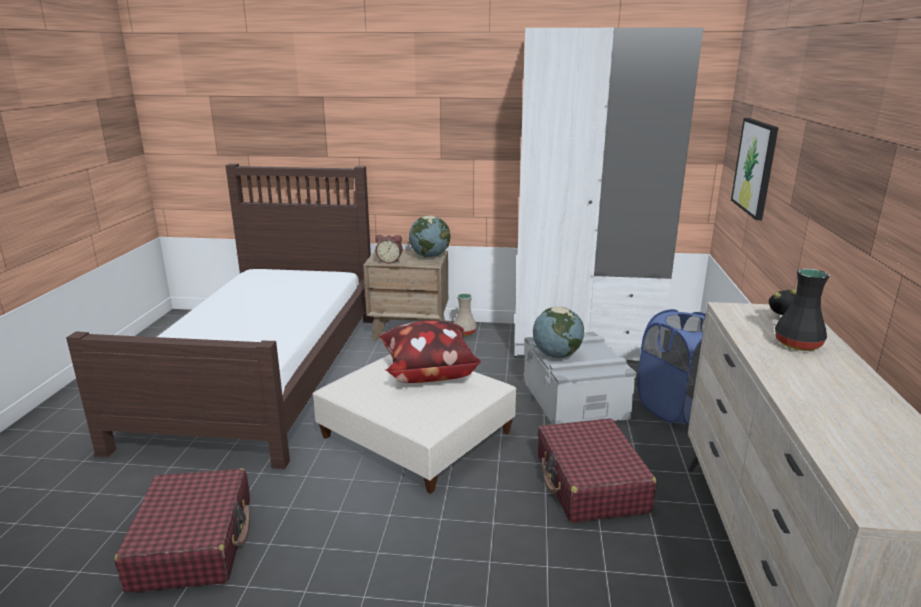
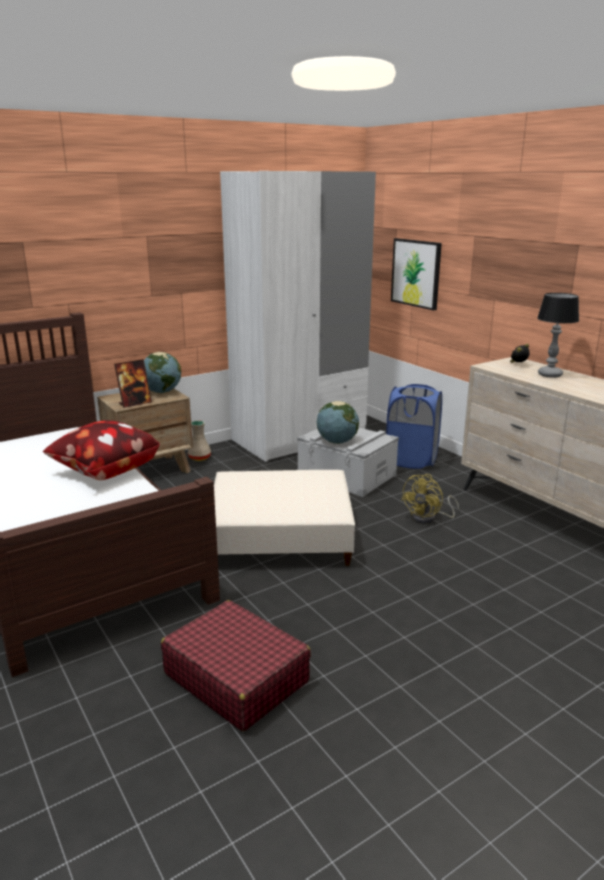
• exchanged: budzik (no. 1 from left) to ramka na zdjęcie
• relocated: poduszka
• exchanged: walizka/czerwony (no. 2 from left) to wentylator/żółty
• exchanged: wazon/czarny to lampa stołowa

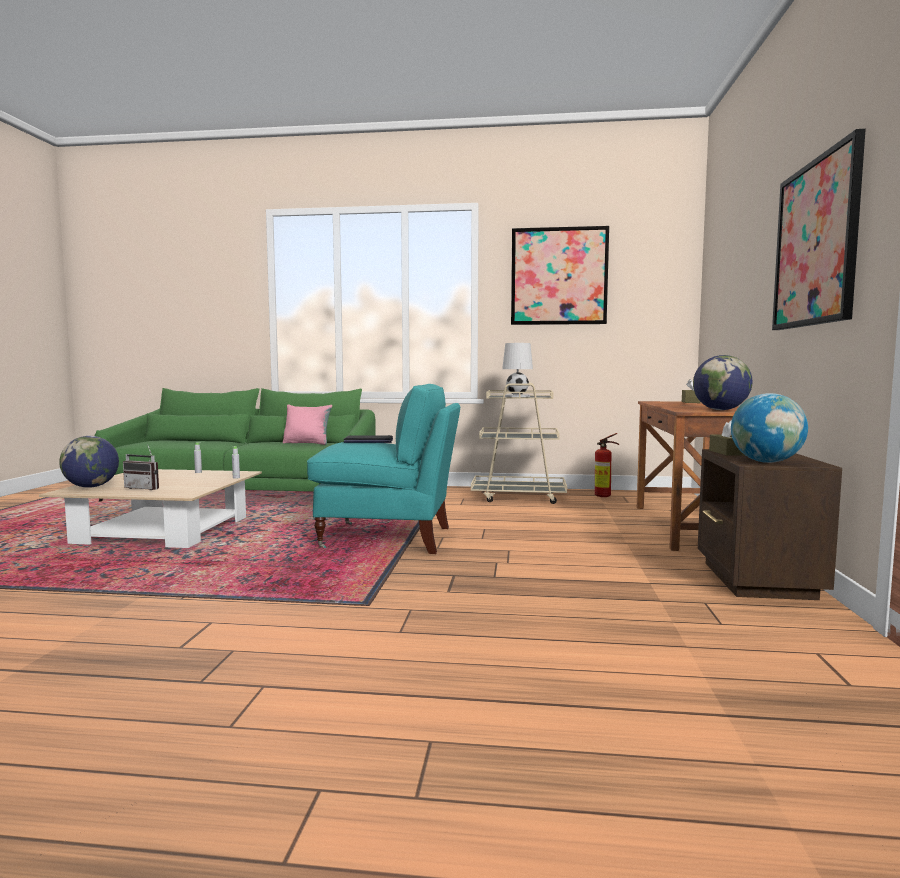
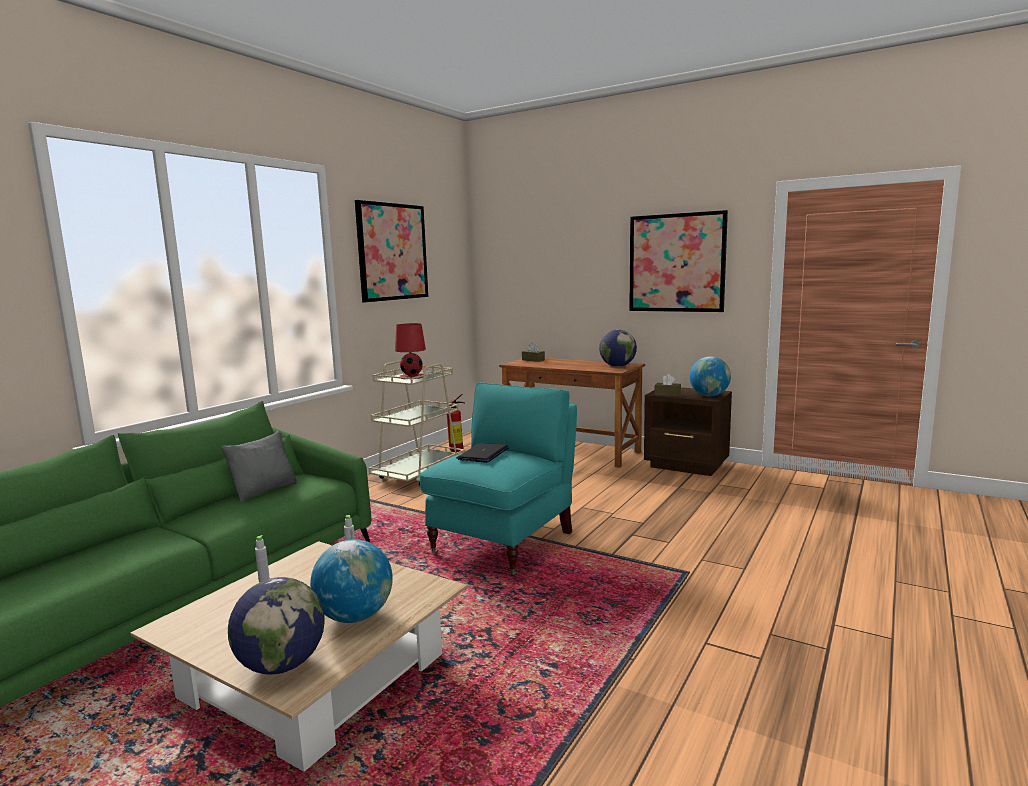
• exchanged: radio to globus (no. 2 from left)
• colour: poduszka/różowy to poduszka/szary
• colour: lampa stołowa/biały to lampa stołowa/czerwony

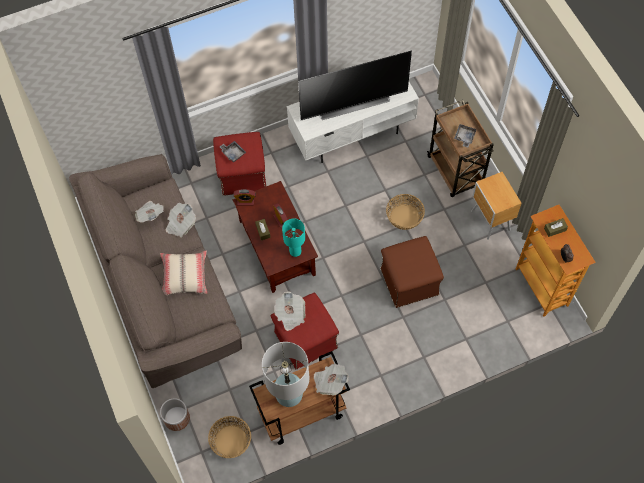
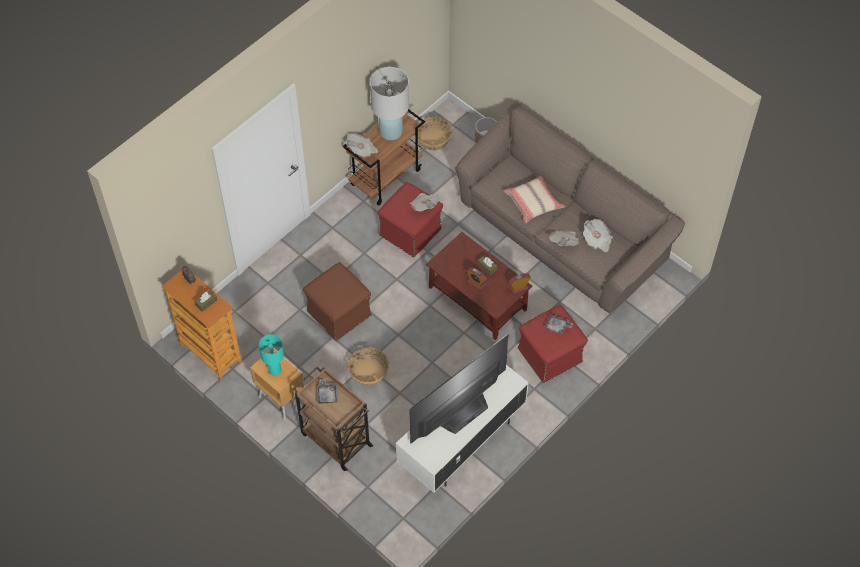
• relocated: lampa stołowa/turkusowy

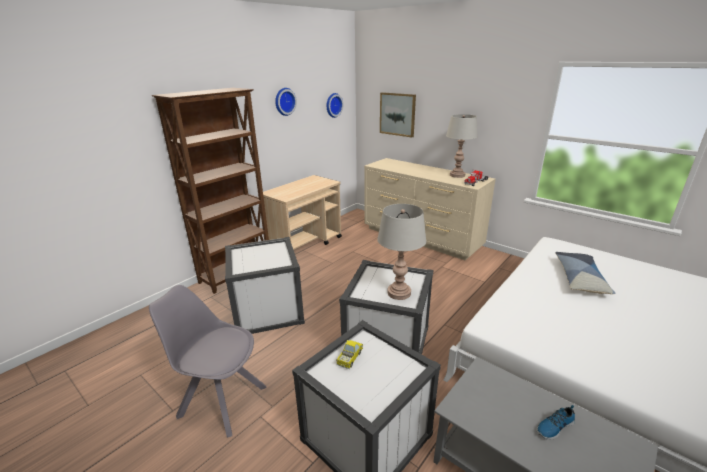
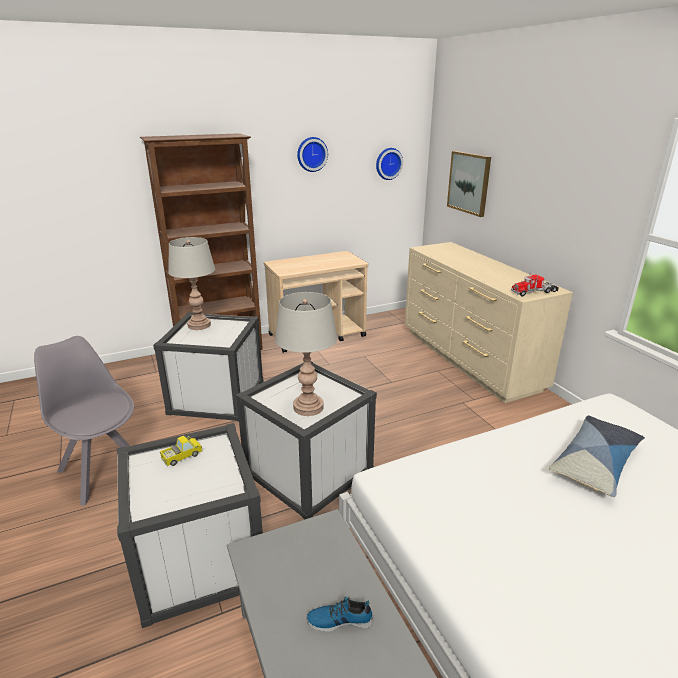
• relocated: lampa stołowa/szary (no. 2 from left in the first image) to lampa stołowa/szary (no. 1 from left)

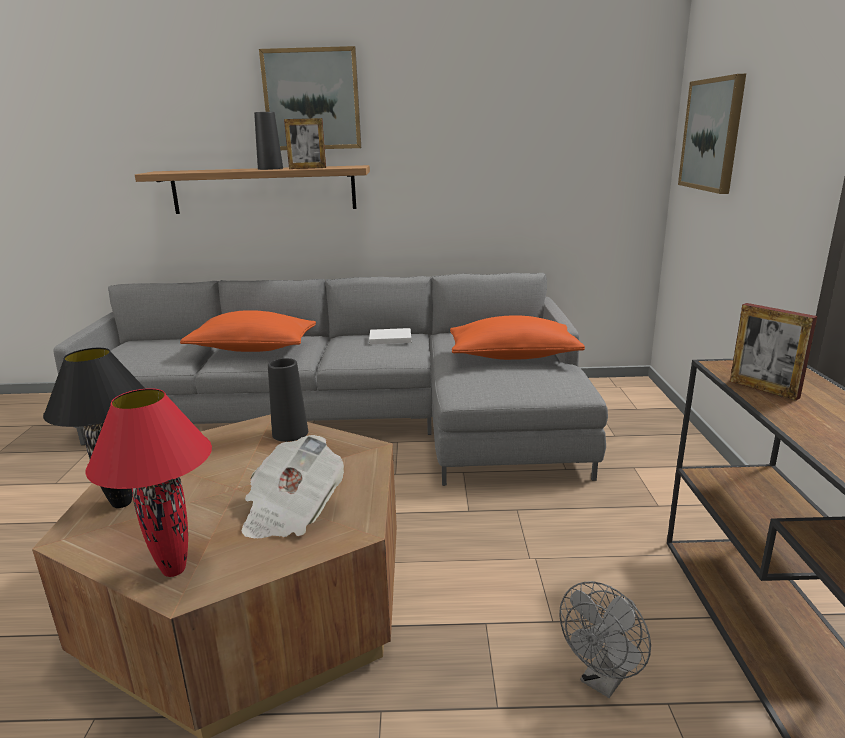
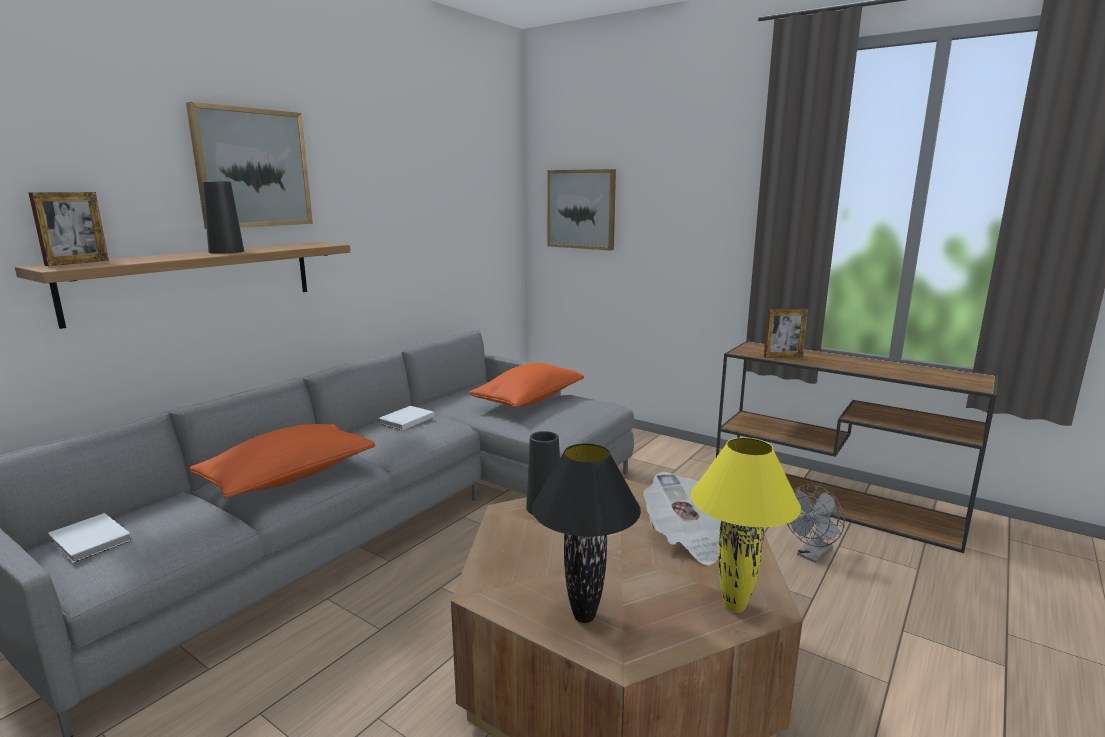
• colour: lampa stołowa/czerwony to lampa stołowa/żółty
• relocated: ramka na zdjęcie (no. 1 from left)
• spun: wentylator/szary 60 degrees clockwise
• appeared: książka/biały (no. 1 from left)

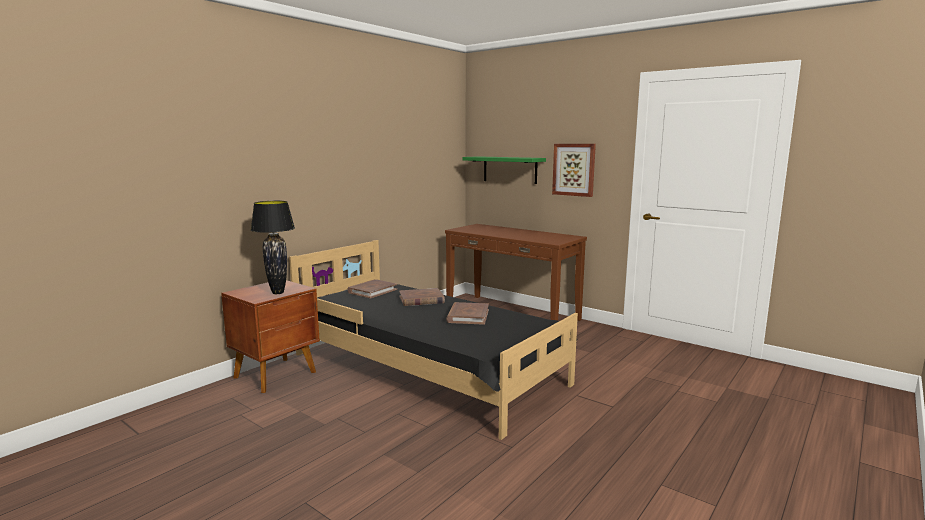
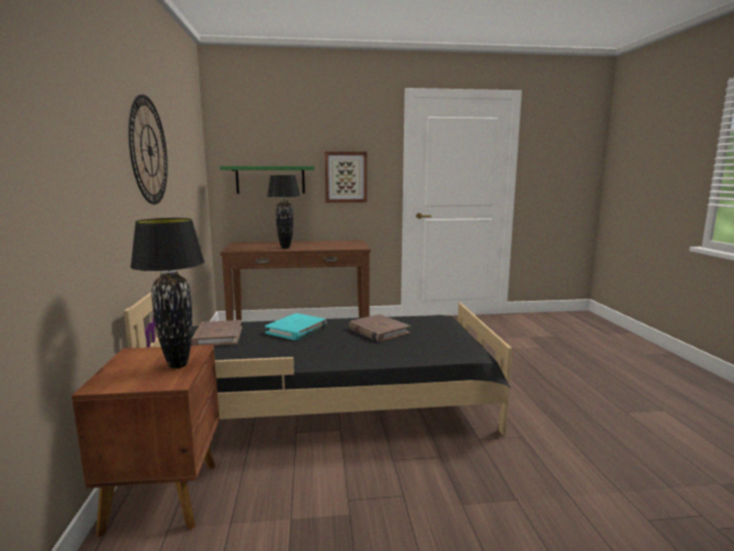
• colour: książka/brązowy (no. 2 from left) to książka/turkusowy
• appeared: zegar ścienny
• appeared: lampa stołowa/czarny (no. 2 from left)

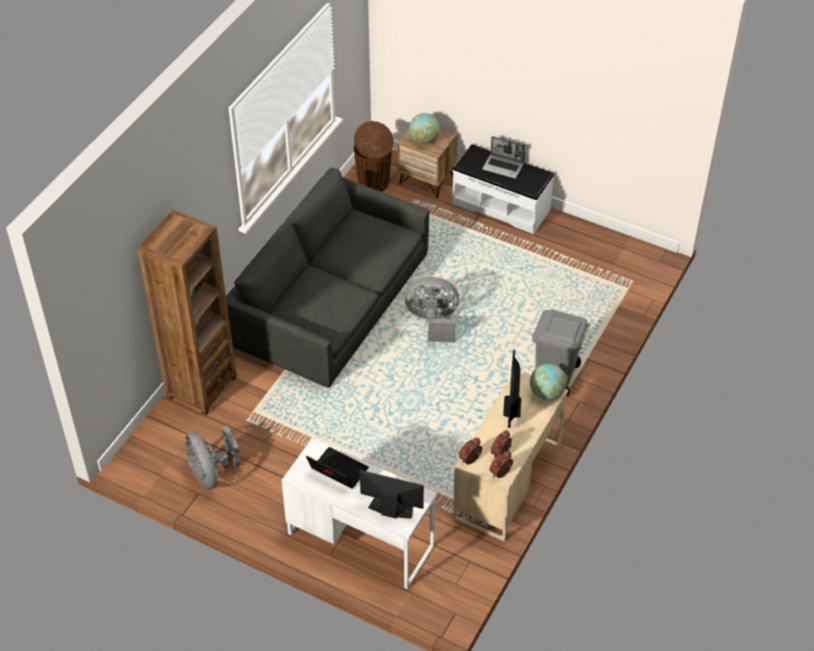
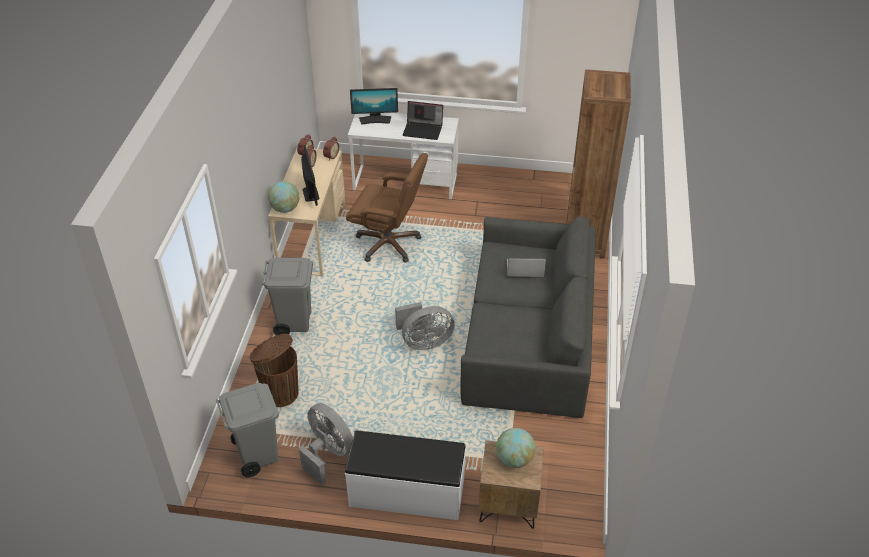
• relocated: wentylator/szary (no. 1 from left)
• relocated: kosz na śmieci/brązowy
• relocated: laptop (no. 2 from left)
• appeared: kosz na śmieci/szary (no. 1 from left)
• appeared: krzesło biurowe/brązowy

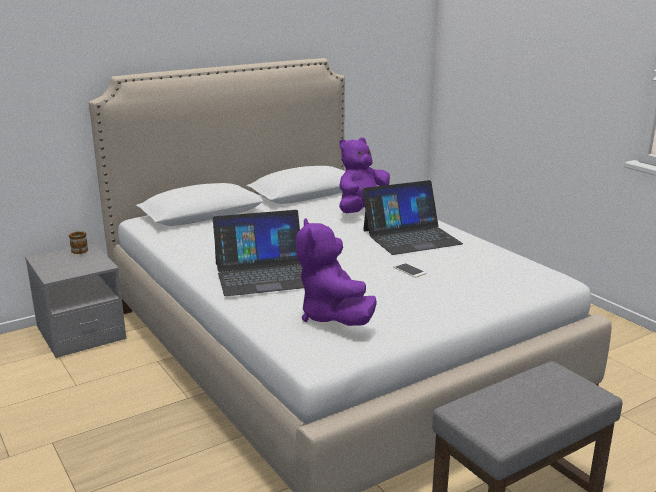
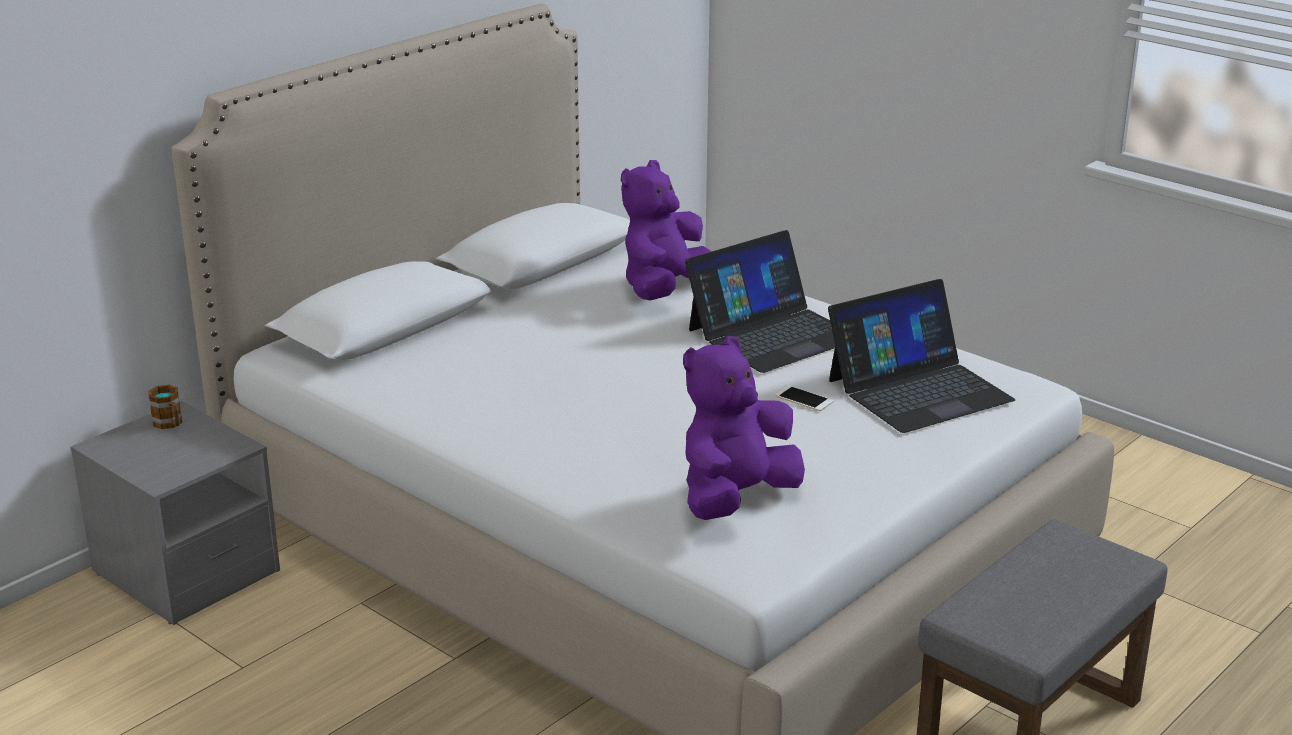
• relocated: laptop (no. 1 from left in the first image) to laptop (no. 2 from left)
• spun: pluszak/fioletowy (no. 1 from left in the first image) 75 degrees clockwise

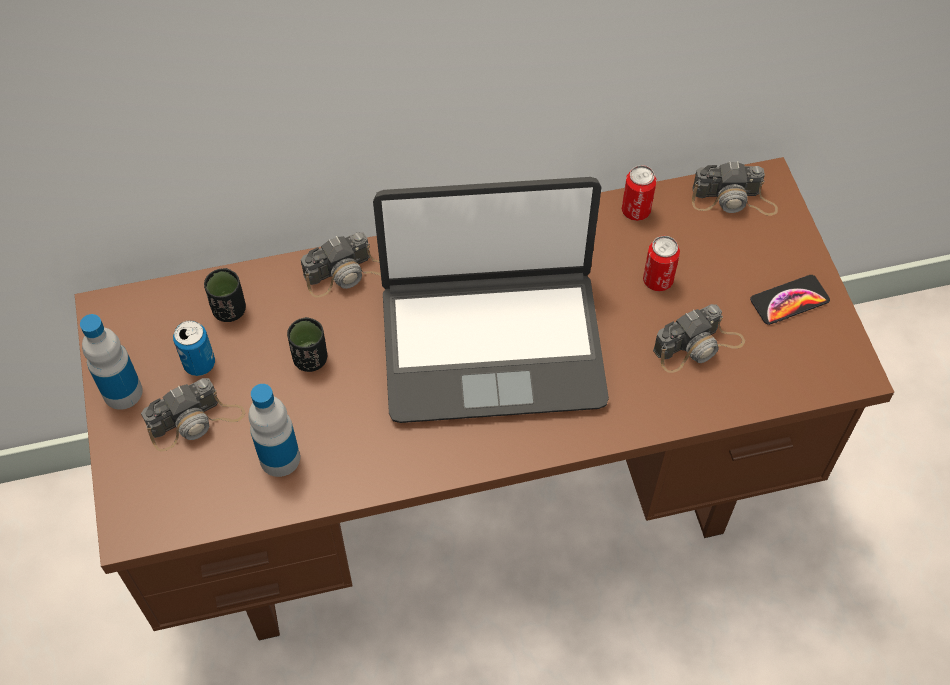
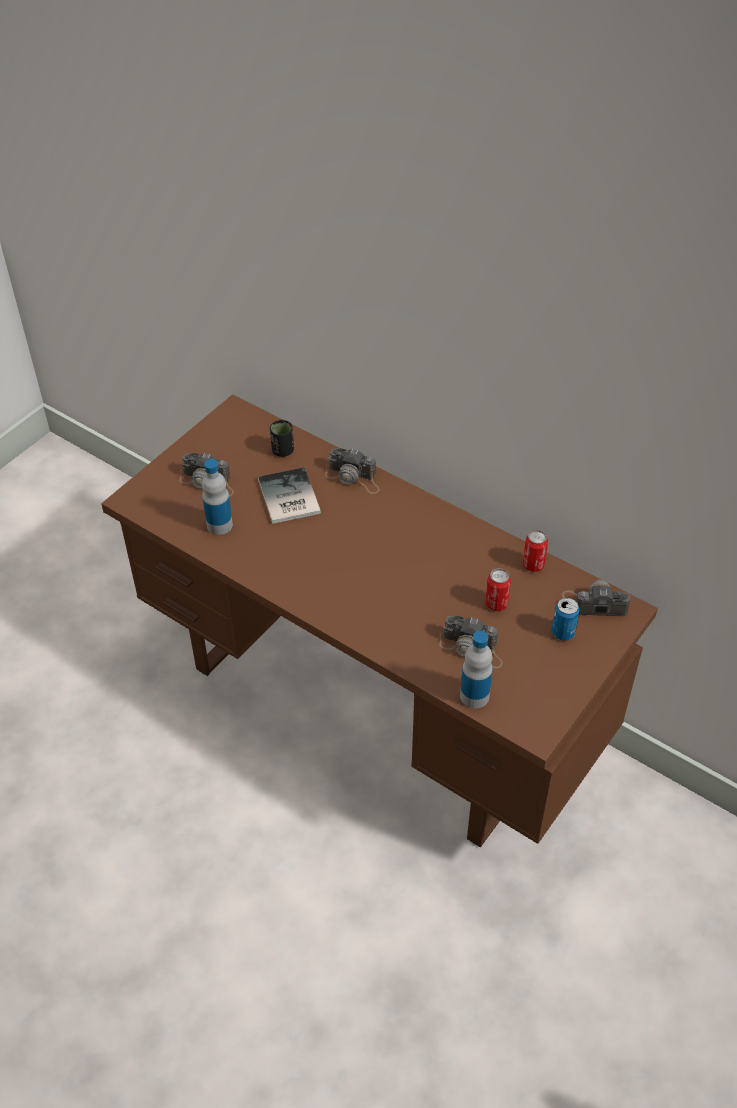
• relocated: butelka (no. 1 from left in the first image) to butelka (no. 2 from left)
• relocated: puszka (no. 1 from left in the first image) to puszka (no. 3 from left)
• exchanged: filiżanka/czarny (no. 2 from left) to książka
• missing: laptop
• spun: aparat fotograficzny (no. 4 from left) 135 degrees clockwise
• missing: telefon

